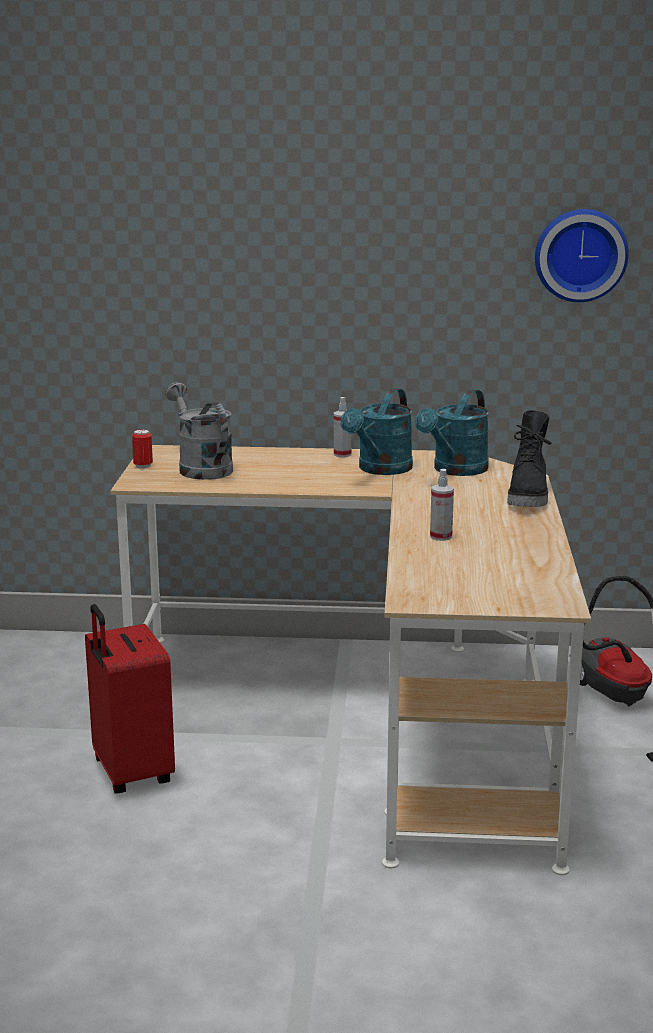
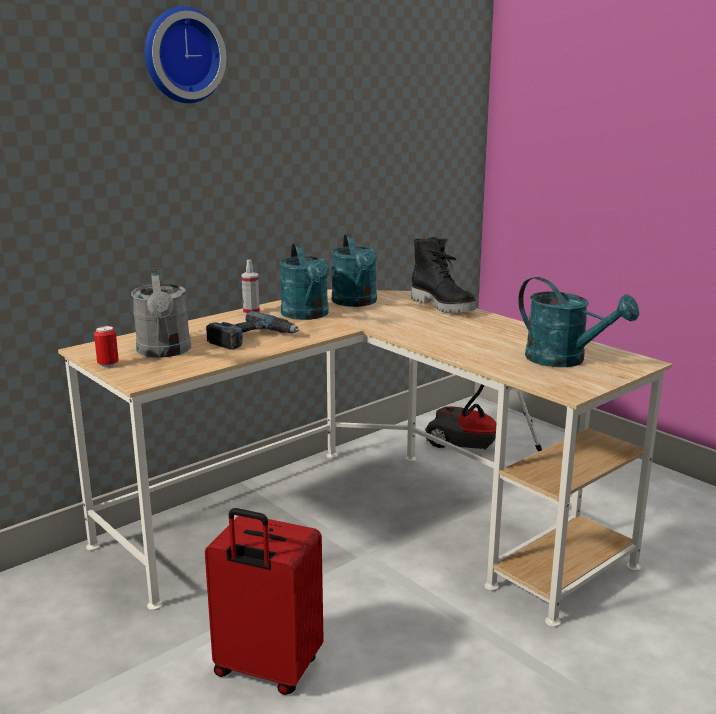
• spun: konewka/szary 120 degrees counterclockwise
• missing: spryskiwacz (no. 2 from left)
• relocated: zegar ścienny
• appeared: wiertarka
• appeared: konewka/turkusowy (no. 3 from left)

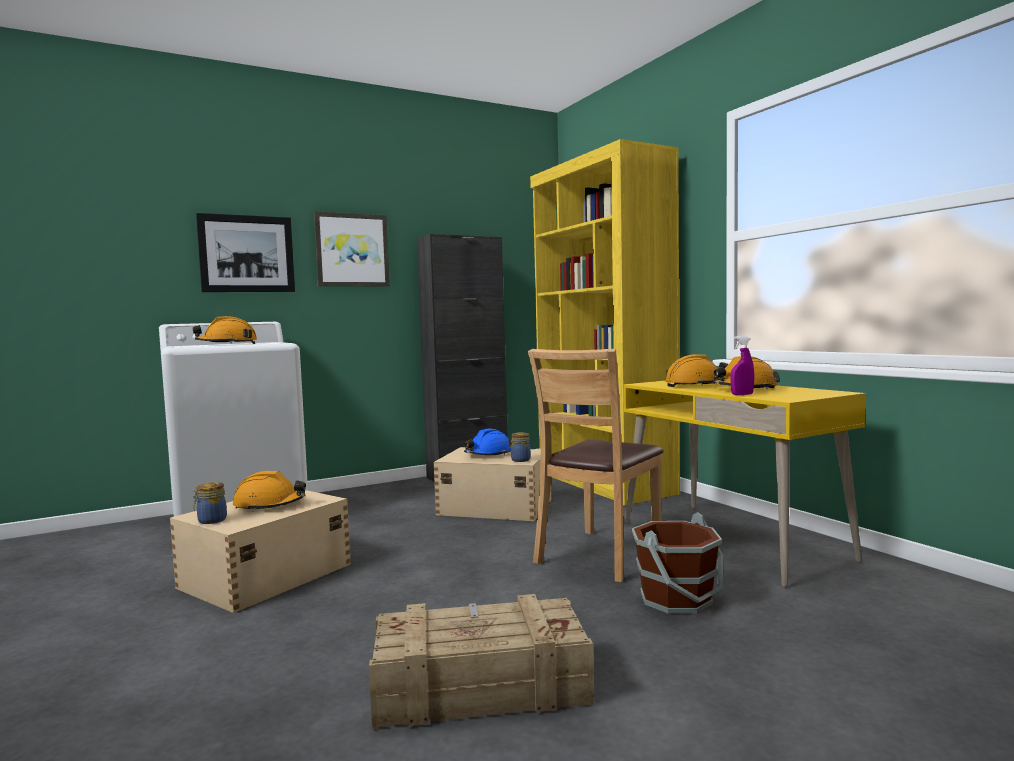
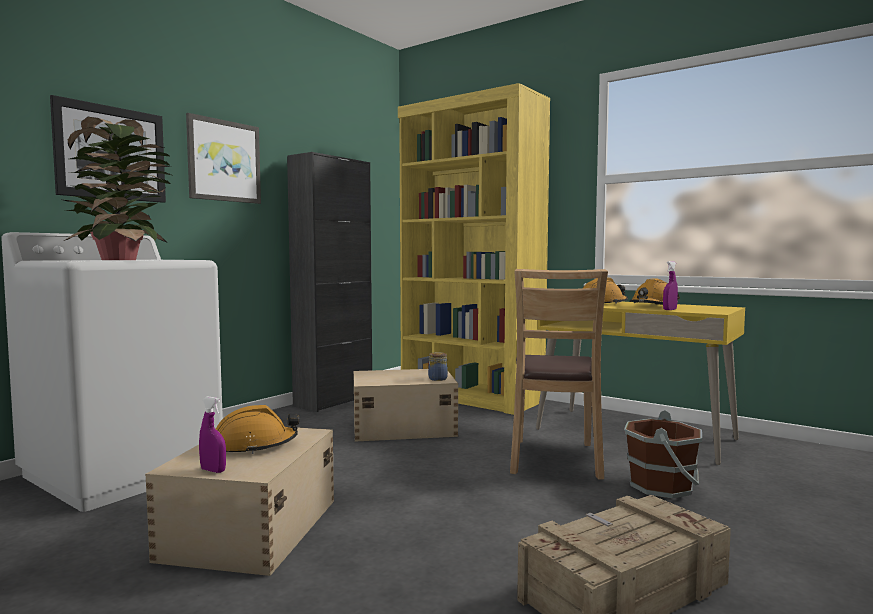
• exchanged: kask/pomarańczowy (no. 1 from left) to roślina doniczkowa
• exchanged: słoik (no. 1 from left) to spryskiwacz/fioletowy (no. 1 from left)
• missing: kask/niebieski

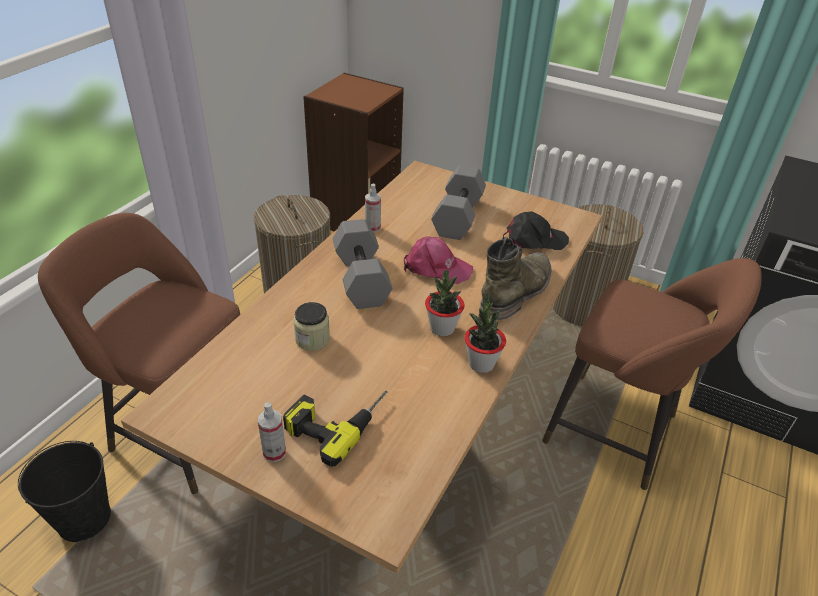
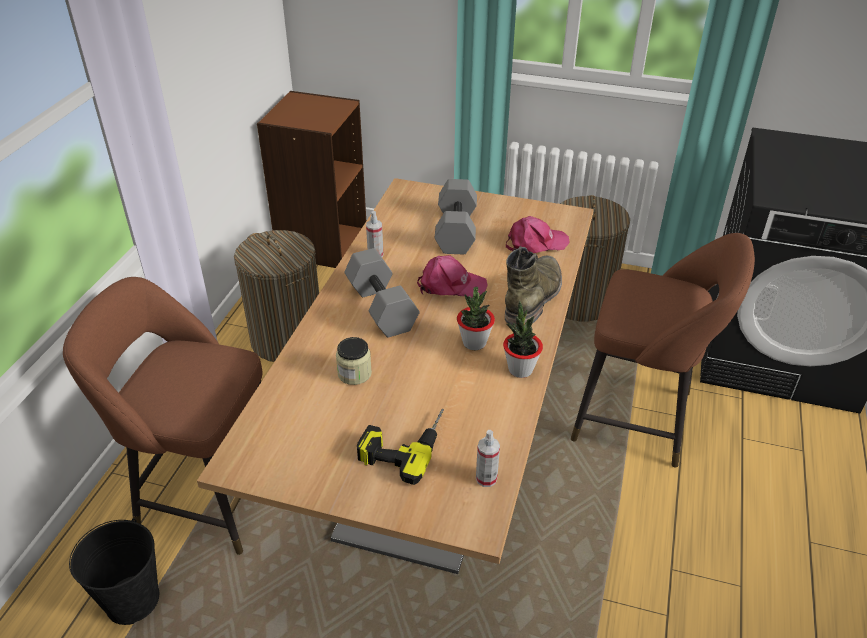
• relocated: spryskiwacz (no. 1 from left in the first image) to spryskiwacz (no. 2 from left)
• colour: czapka z daszkiem/czarny to czapka z daszkiem/różowy (no. 2 from left)

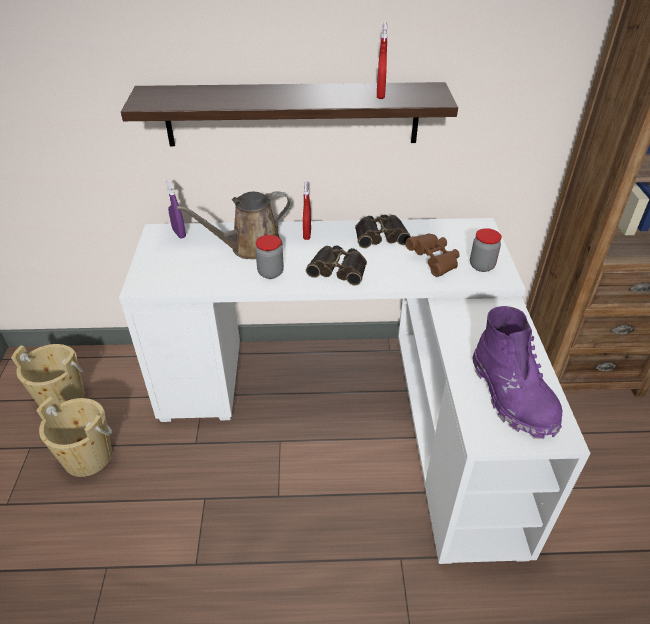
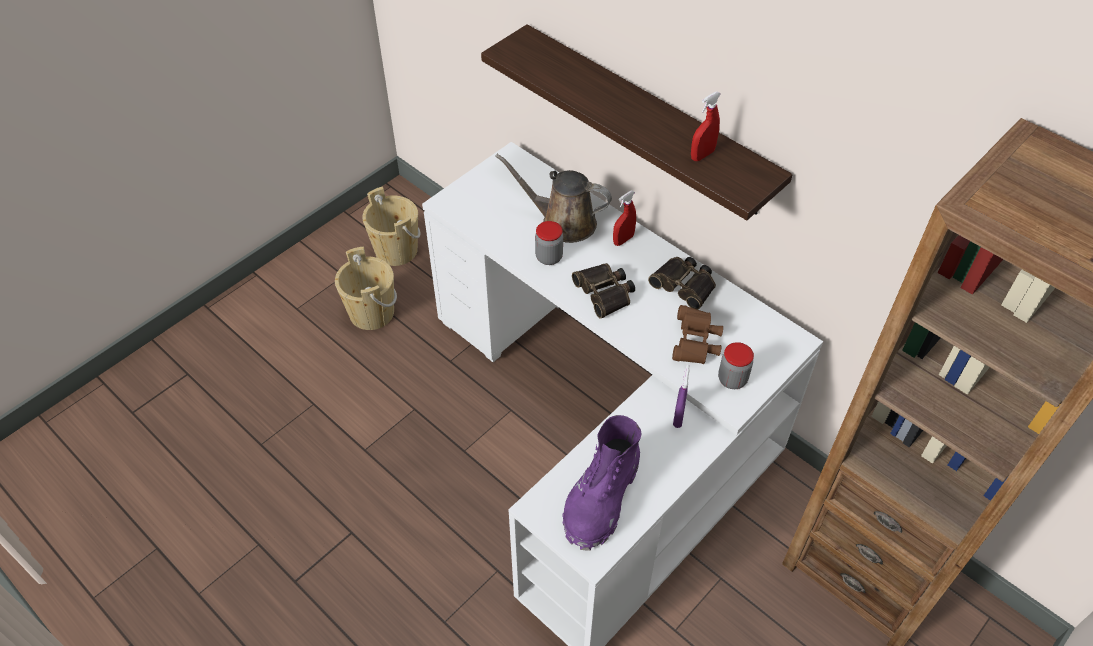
• relocated: spryskiwacz/fioletowy

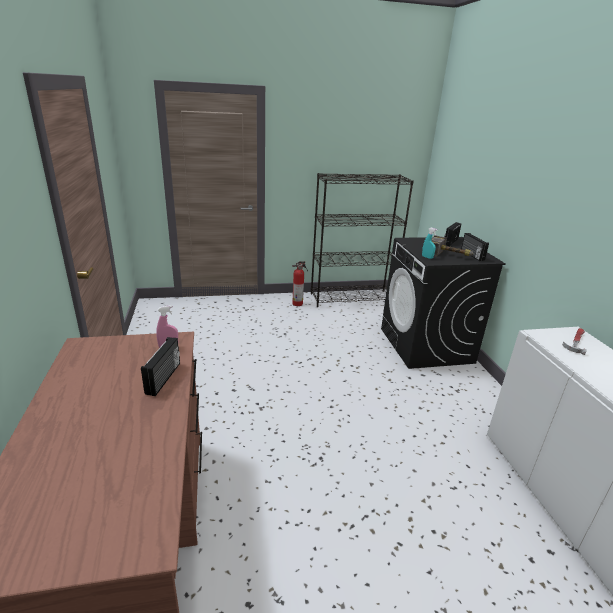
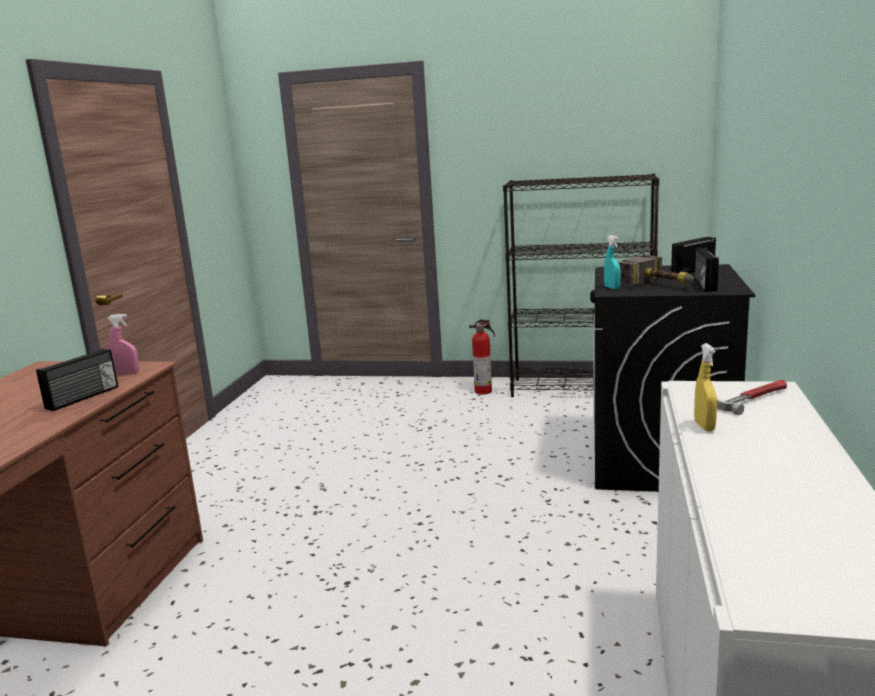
• appeared: spryskiwacz/żółty

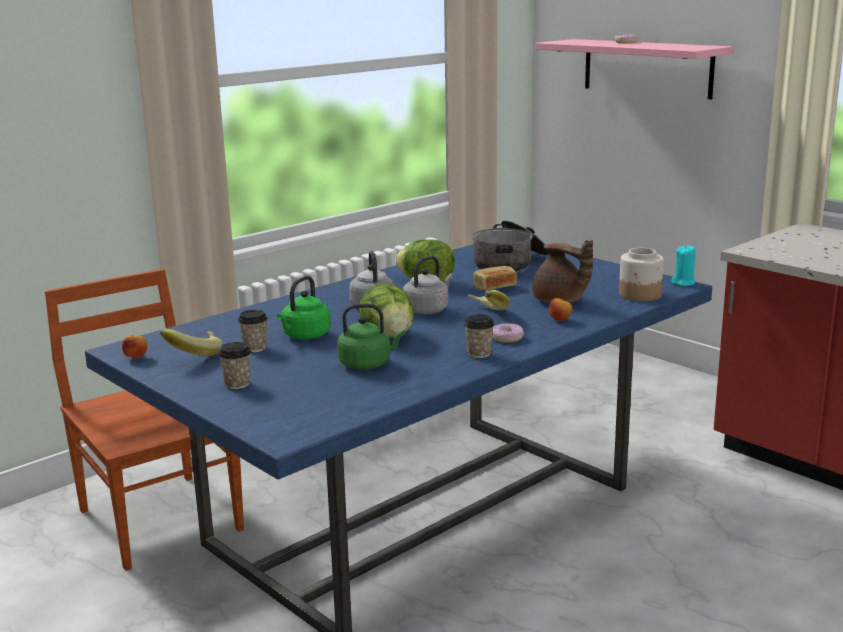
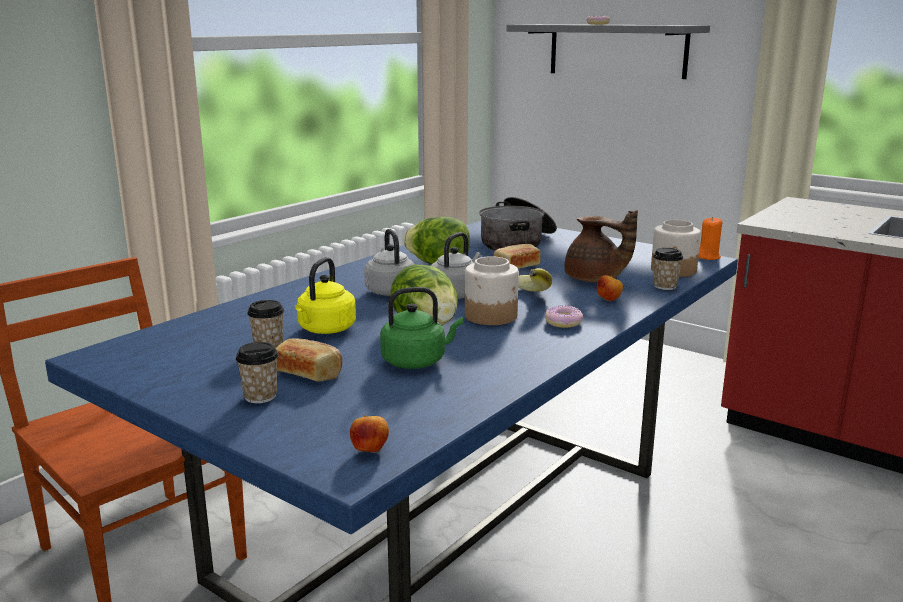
• relocated: jabłko (no. 1 from left)
• missing: banan (no. 1 from left)
• colour: czajnik/zielony (no. 1 from left) to czajnik/żółty
• relocated: filiżanka (no. 3 from left)
• colour: półka/różowy to półka/szary
• colour: świeca/turkusowy to świeca/pomarańczowy
• appeared: chleb (no. 1 from left)
• appeared: słoik (no. 1 from left)

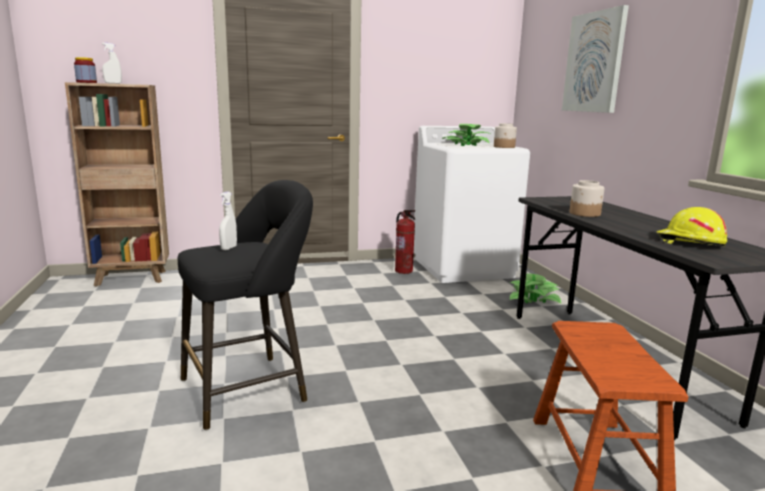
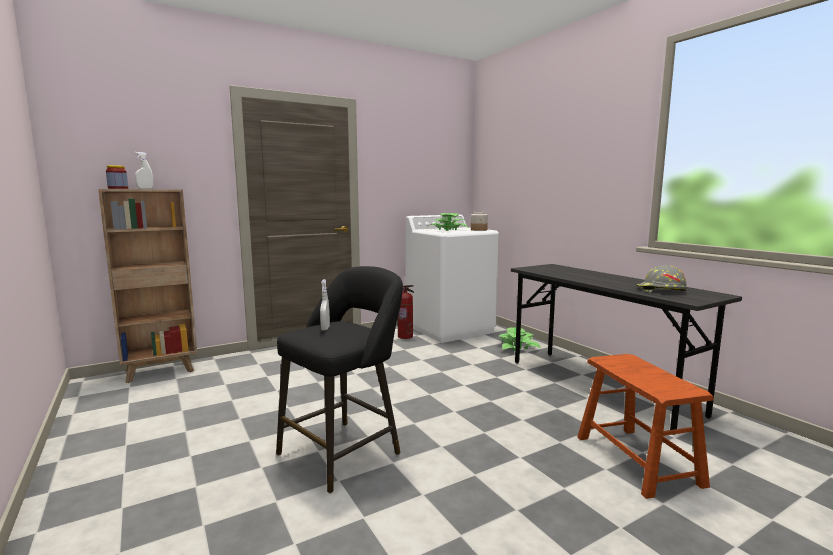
• missing: obraz
• missing: słoik (no. 3 from left)
• colour: kask/żółty to kask/szary

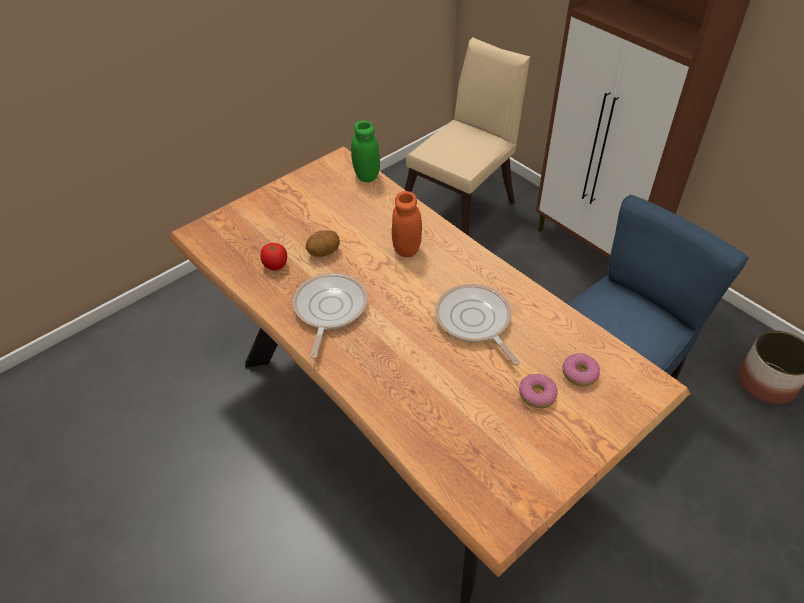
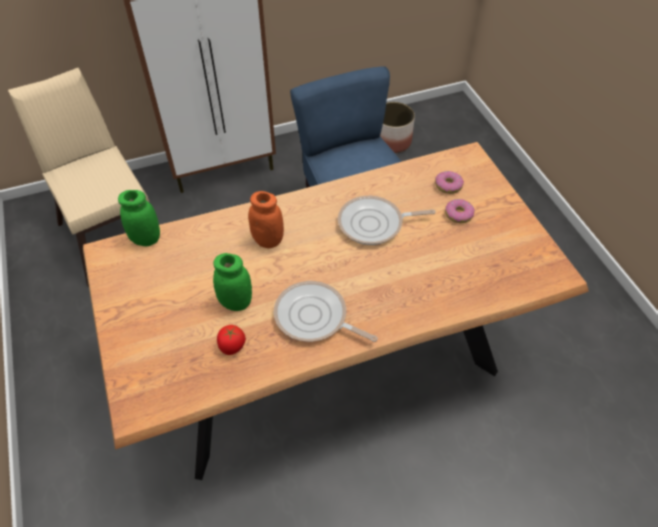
• exchanged: ziemniak to słoik/zielony (no. 2 from left)

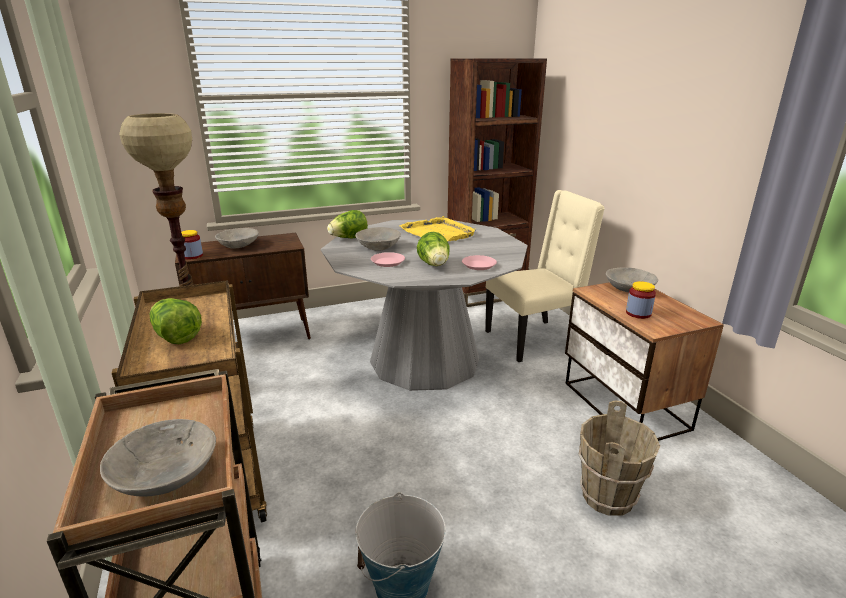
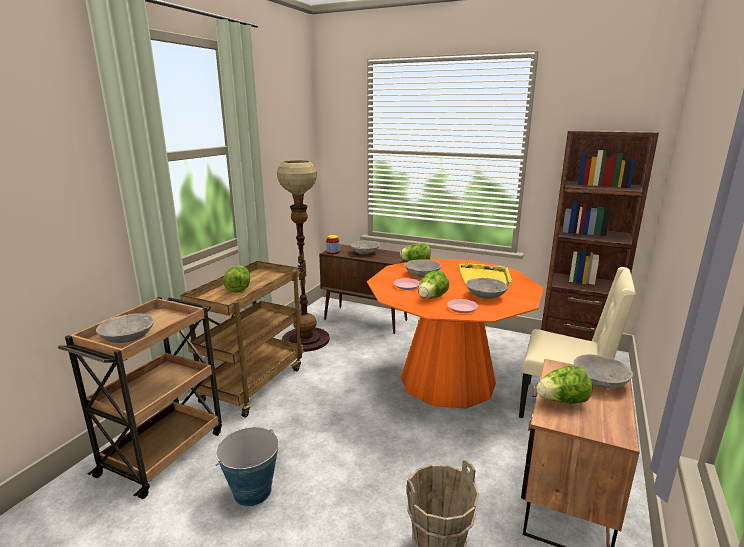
• colour: stół jadalny/szary to stół jadalny/pomarańczowy
• exchanged: słoik (no. 2 from left) to sałata (no. 4 from left)
• appeared: miska/szary (no. 4 from left)

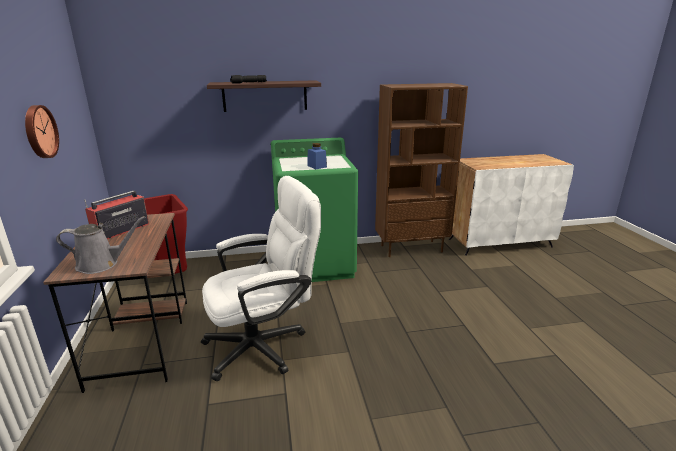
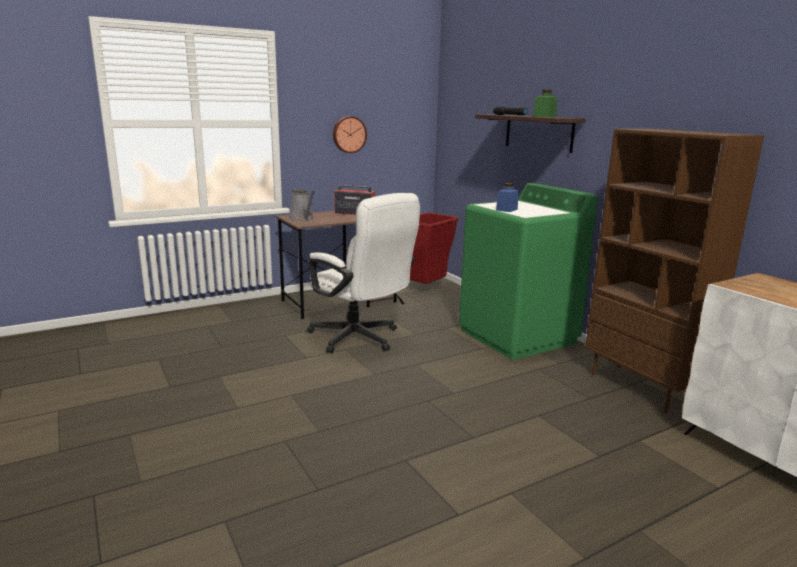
• appeared: słoik/zielony

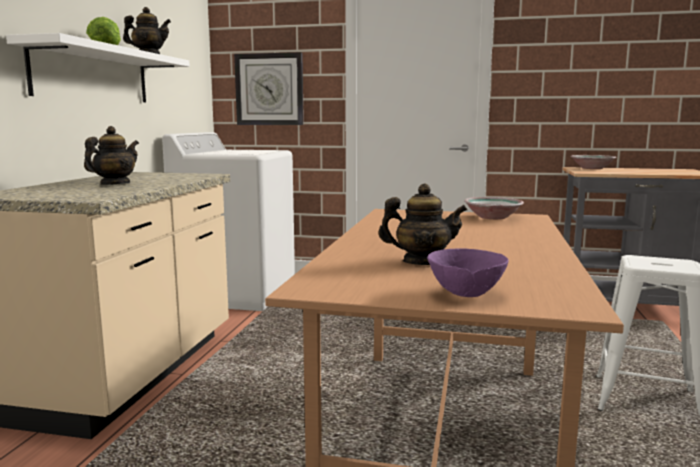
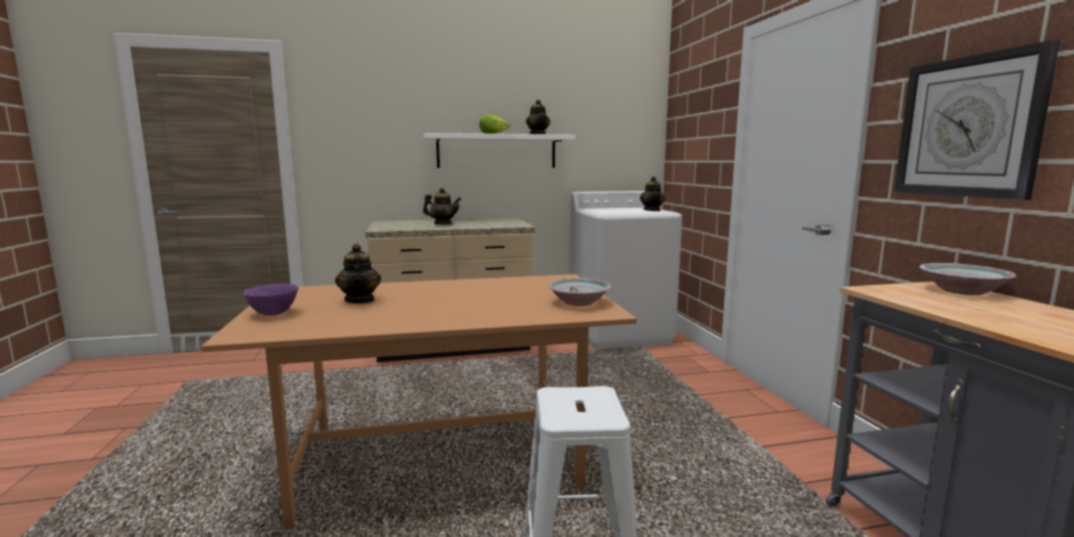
• relocated: zegar ścienny
• appeared: imbryk (no. 4 from left)

